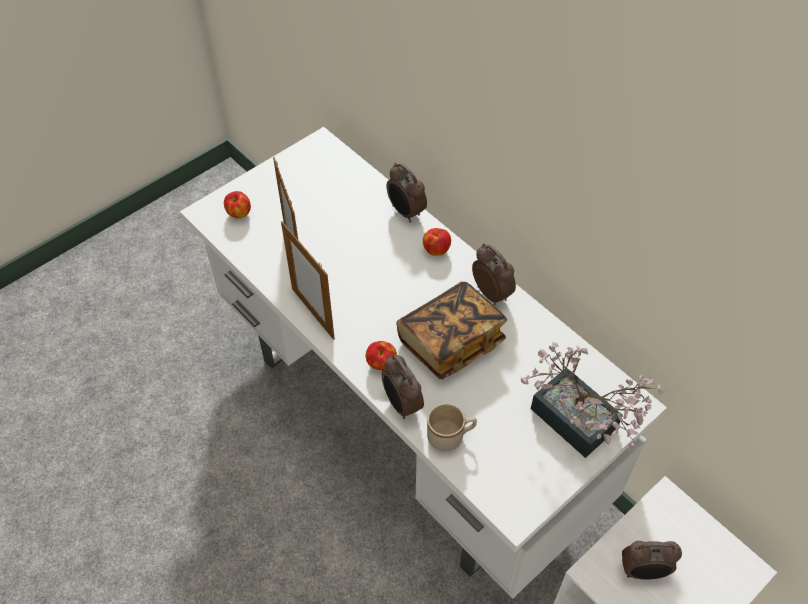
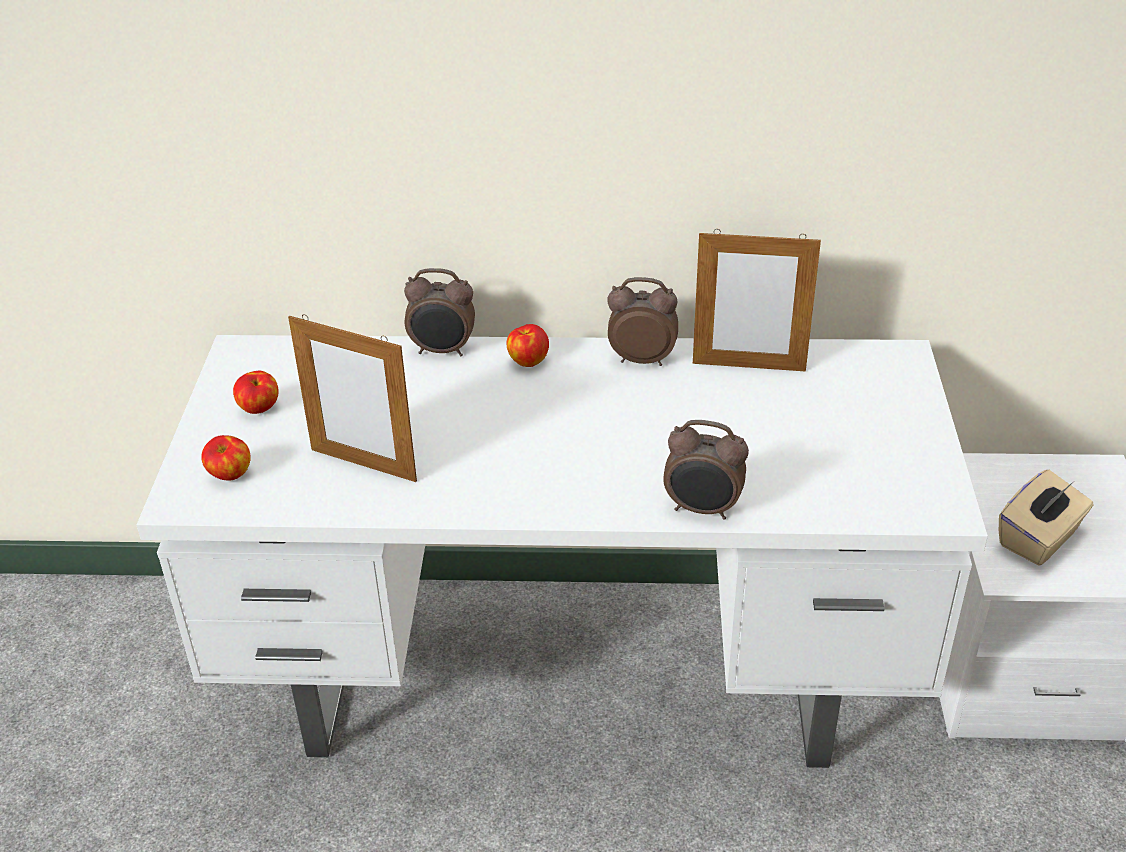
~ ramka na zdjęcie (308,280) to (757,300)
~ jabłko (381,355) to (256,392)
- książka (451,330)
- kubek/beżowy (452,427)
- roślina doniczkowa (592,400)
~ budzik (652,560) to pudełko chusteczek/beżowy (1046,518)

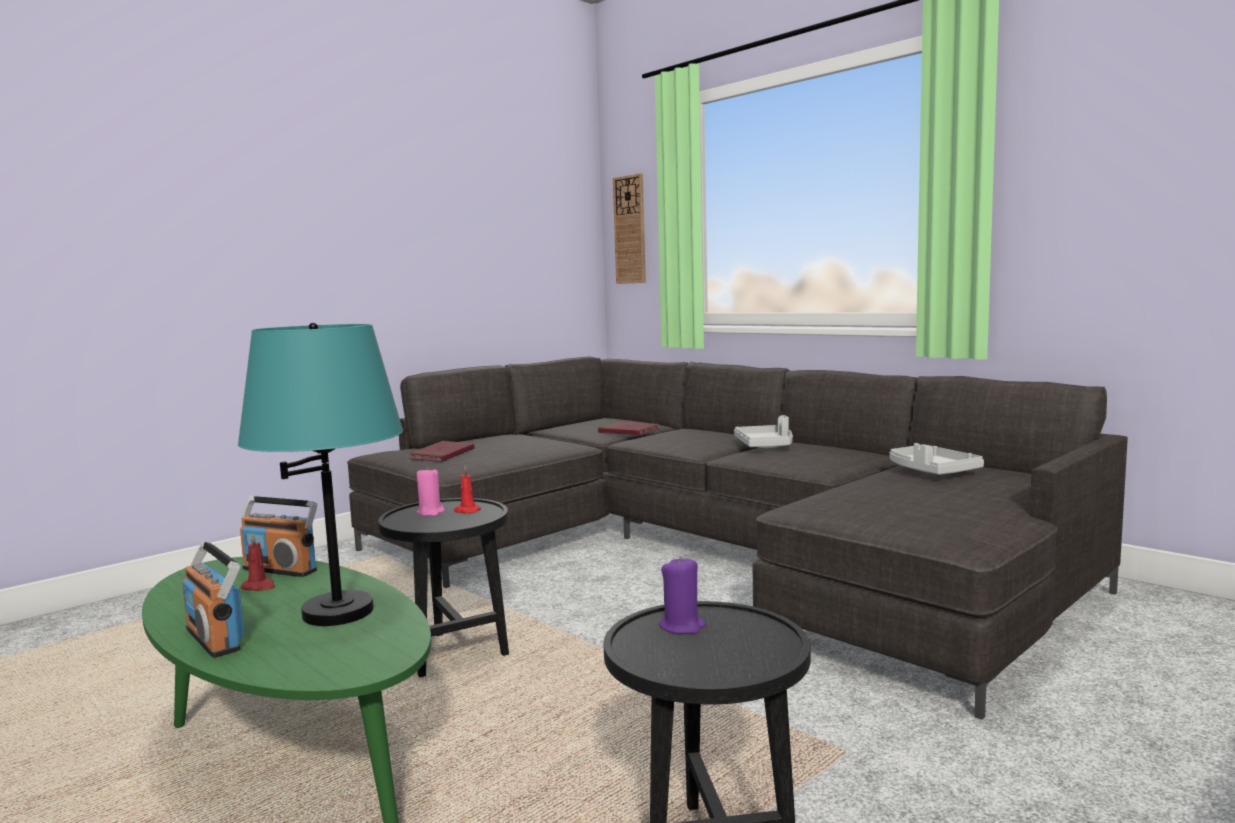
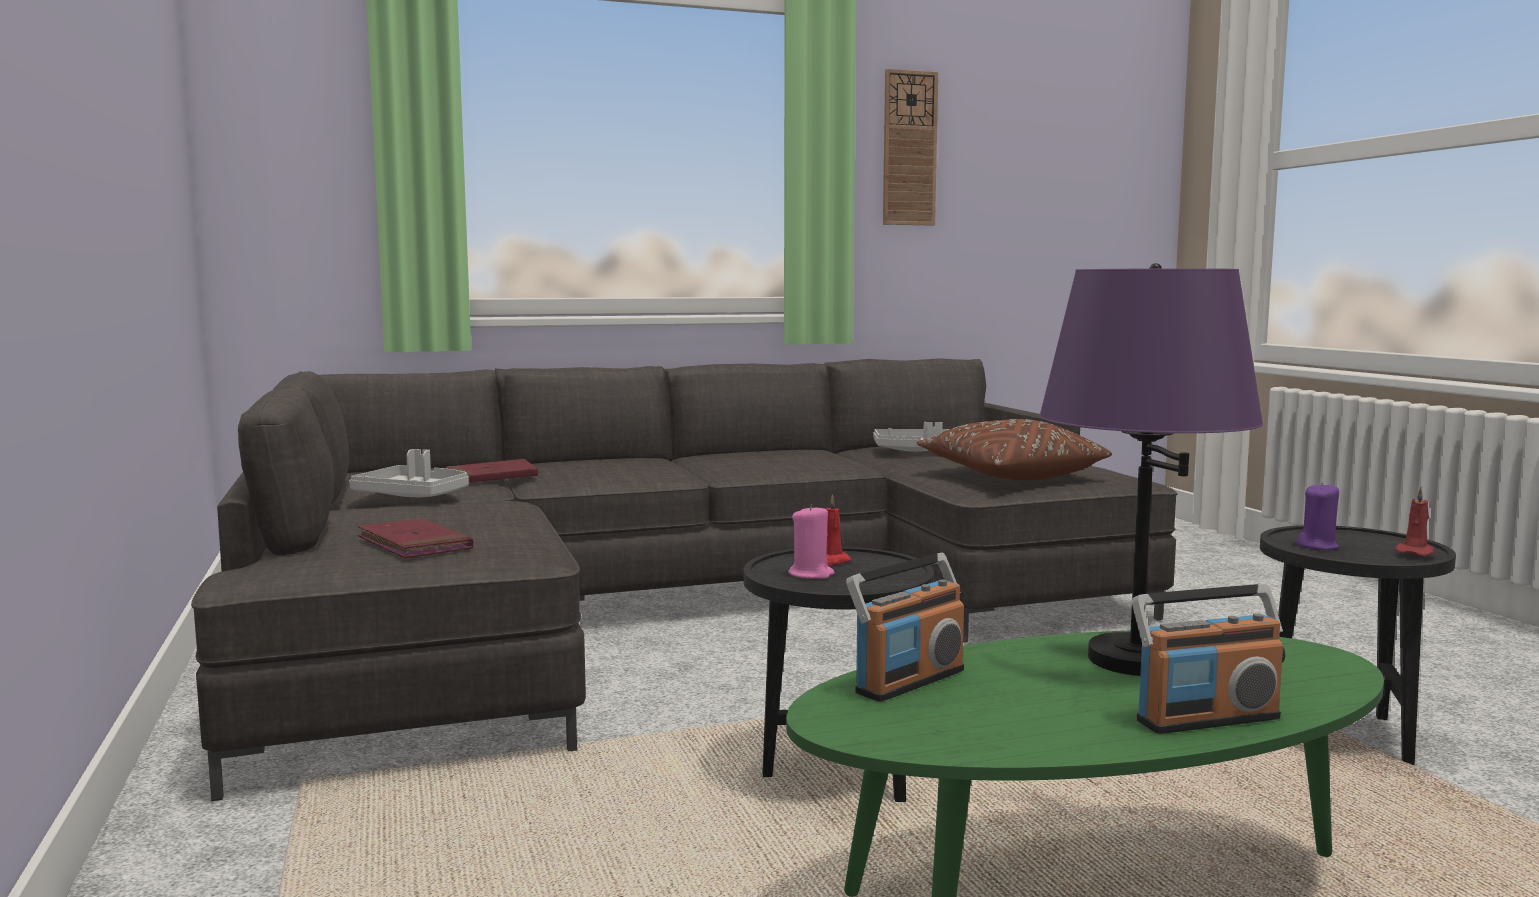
~ lampa stołowa/turkusowy (320,474) to lampa stołowa/fioletowy (1151,469)
~ świeca/czerwony (258,562) to (1415,521)
~ zegar ścienny (629,228) to (910,147)
~ taca/szary (763,431) to (409,473)
+ poduszka/brązowy (1014,450)

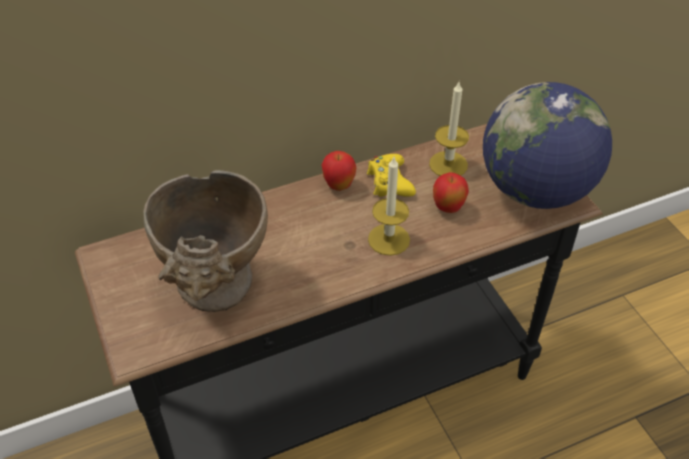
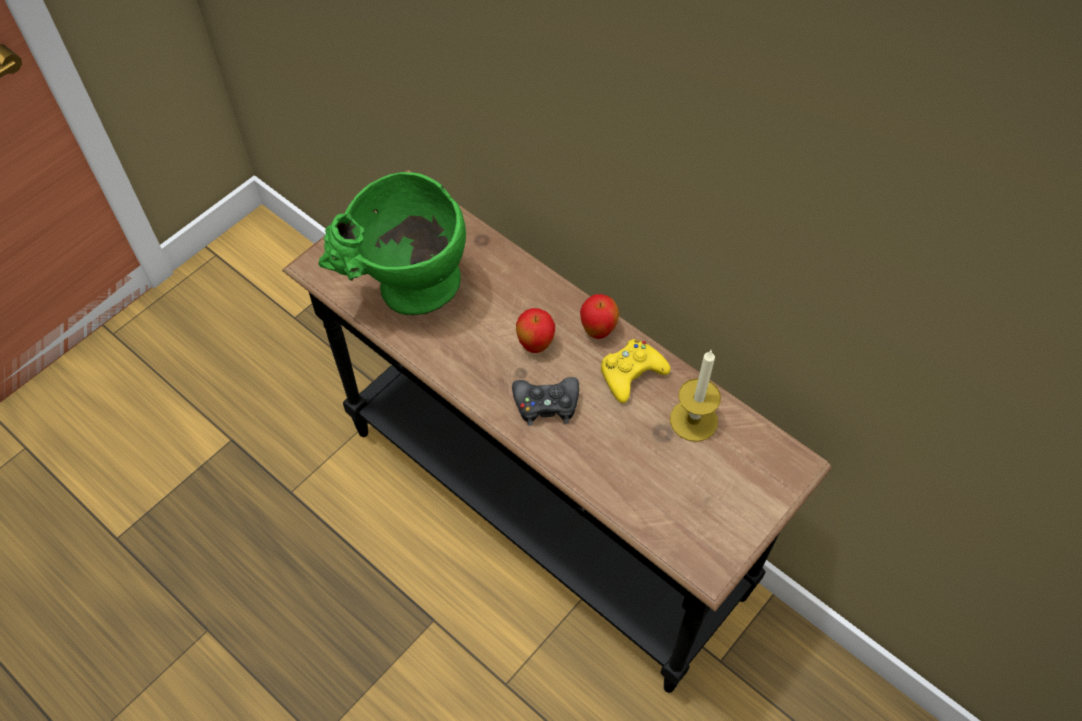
~ wazon/beżowy (205,241) to wazon/zielony (392,243)
~ świeca (389,206) to pad do gier/czarny (545,401)
~ jabłko (451,192) to (535,330)
- globus (547,145)

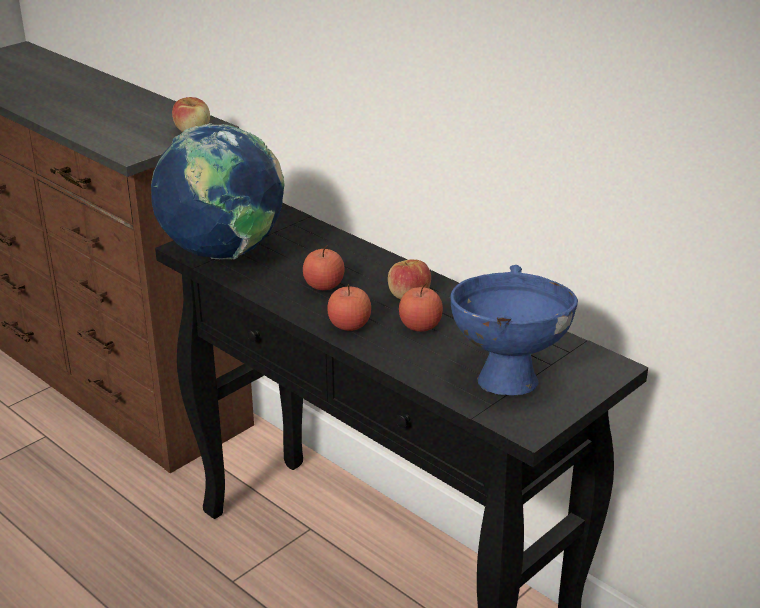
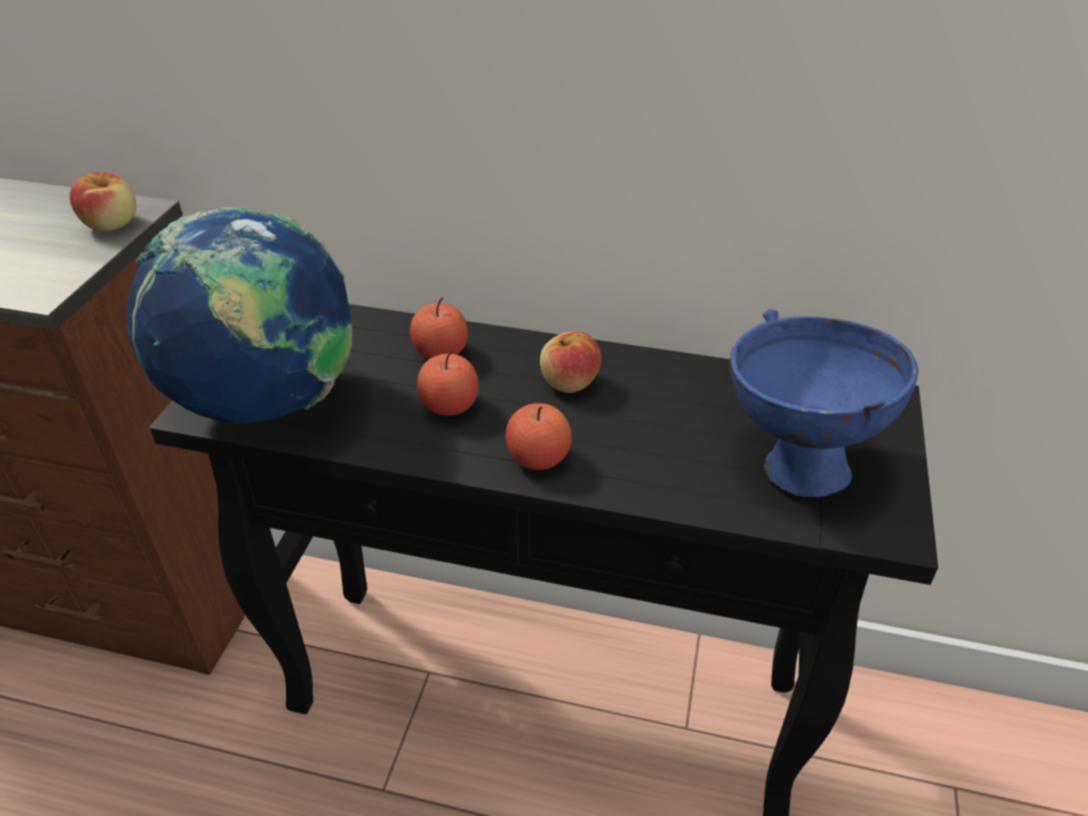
~ jabłko (421,307) to (439,328)

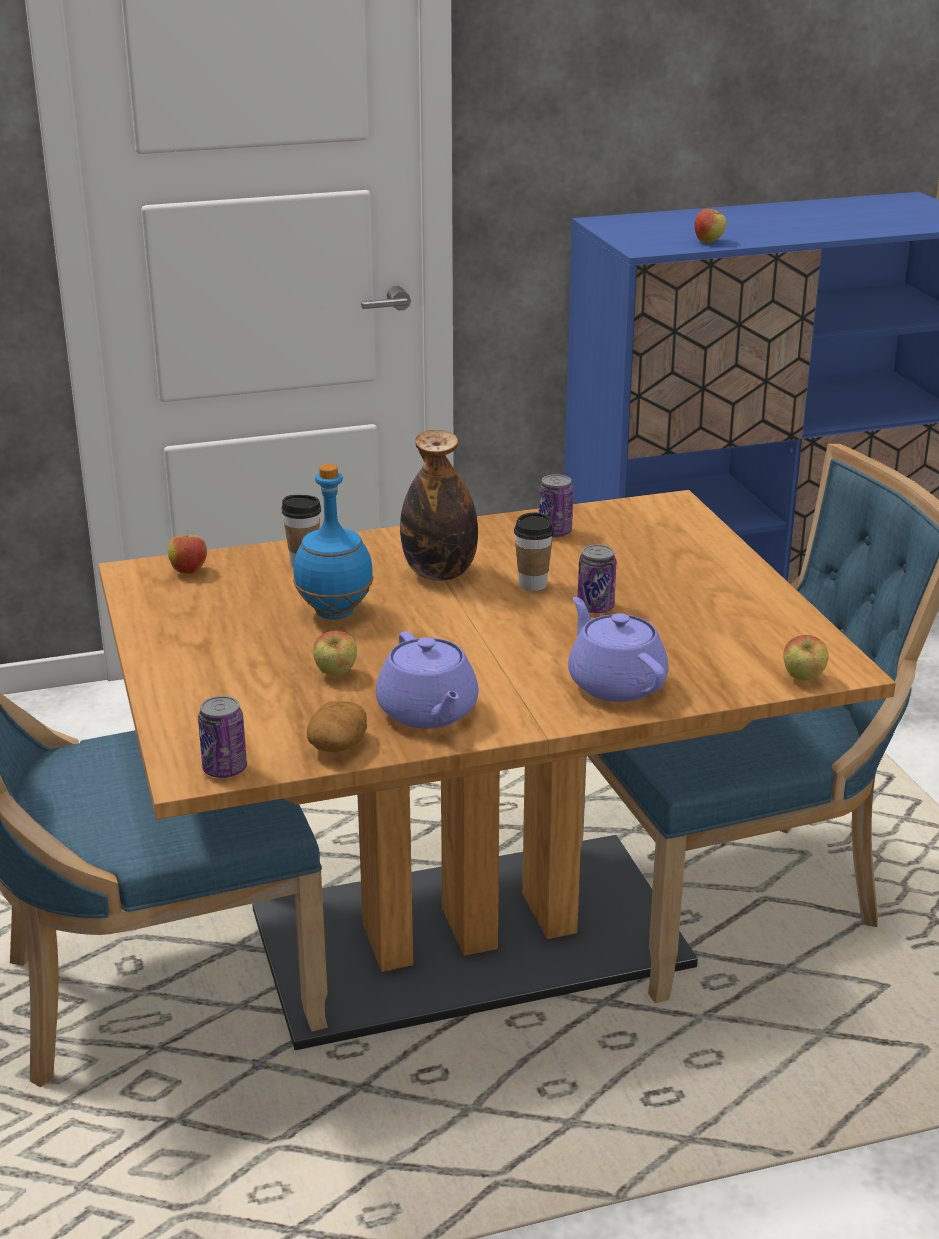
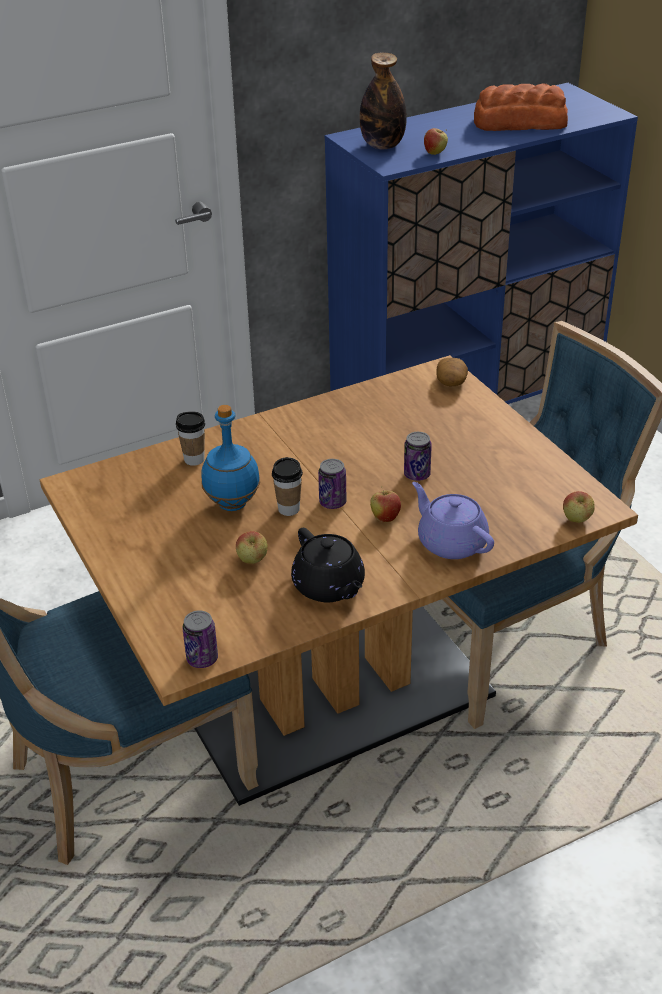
~ jabłko (187,552) to (385,504)
~ ziemniak (337,726) to (452,372)
~ imbryk/fioletowy (427,680) to imbryk/czarny (328,565)
~ butelka (439,505) to (383,101)
~ filiżanka (534,551) to (287,486)
~ puszka (556,506) to (332,484)
+ chleb (521,107)

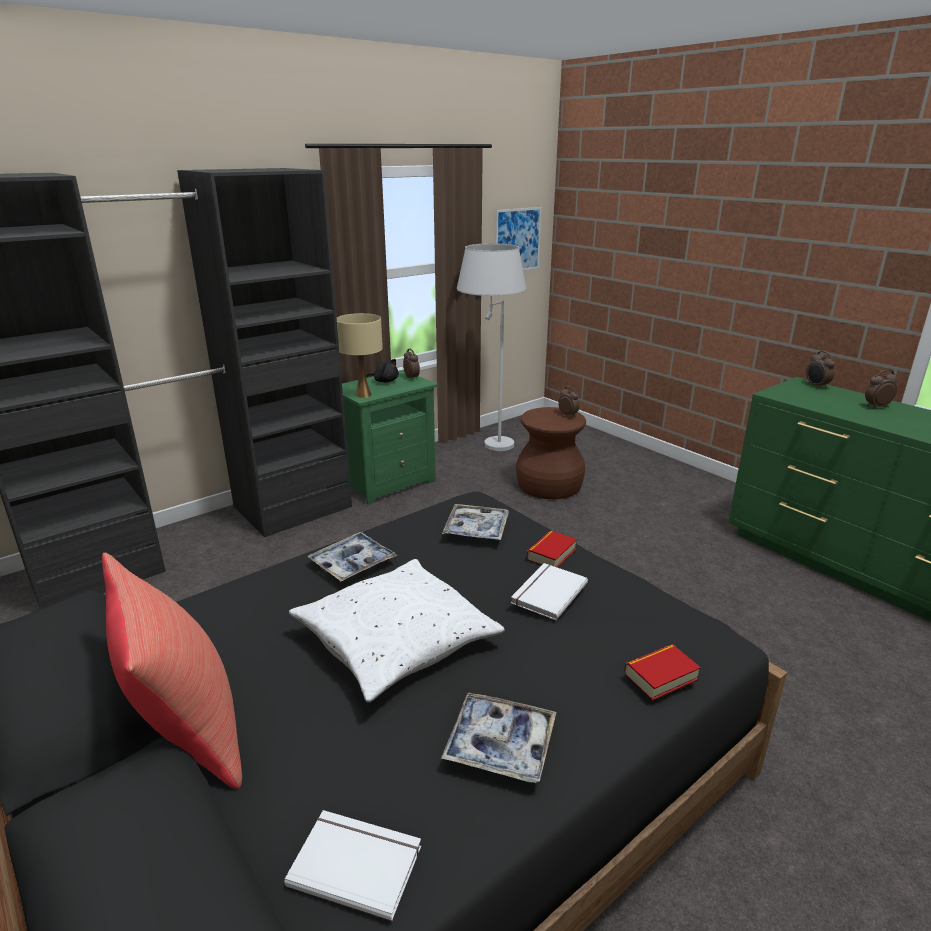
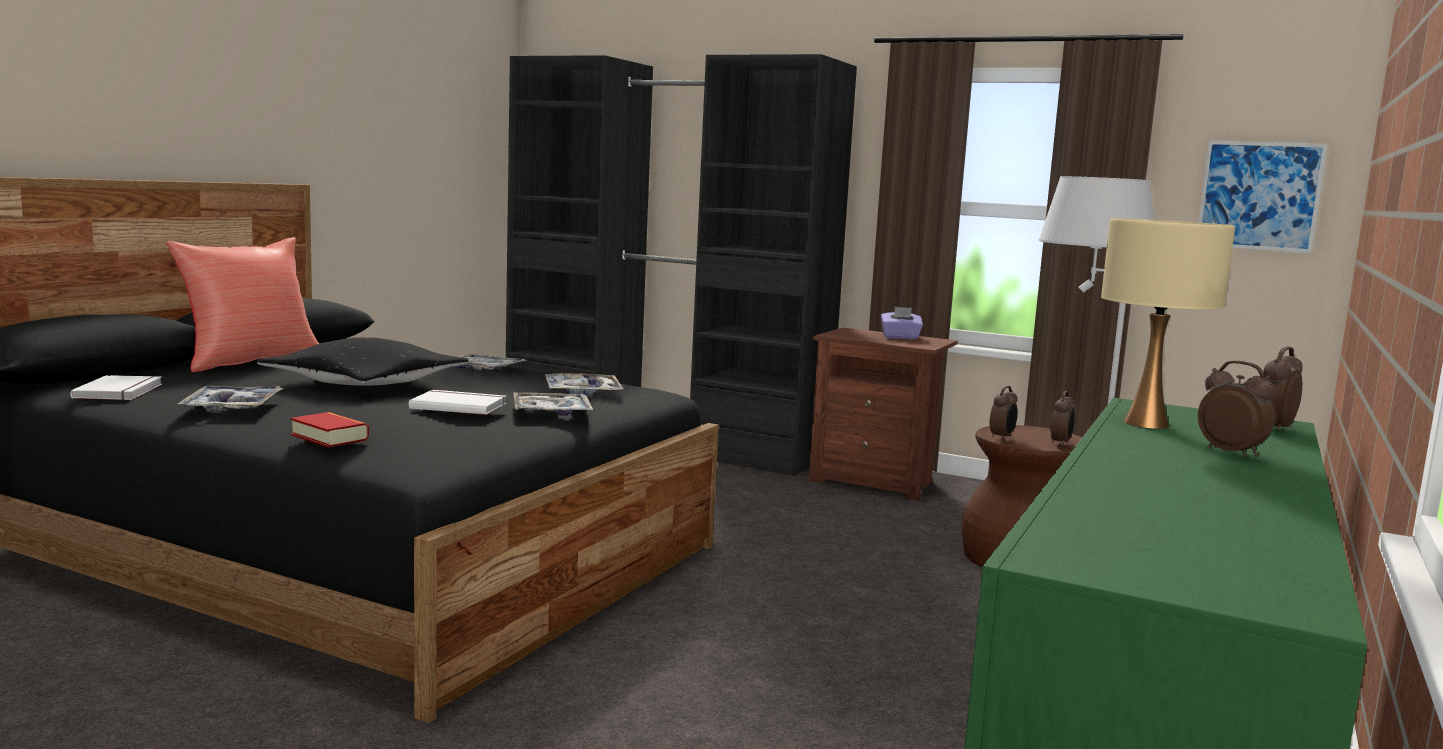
~ poduszka/biały (397,631) to poduszka/czarny (363,361)
~ lampa stołowa/beżowy (360,355) to (1168,323)
~ szafka nocna/zielony (390,437) to szafka nocna/brązowy (883,414)
~ pluszak/czarny (383,370) to pudełko chusteczek/fioletowy (902,323)
~ budzik (411,364) to (1004,413)
~ książka (552,549) to taca (553,404)

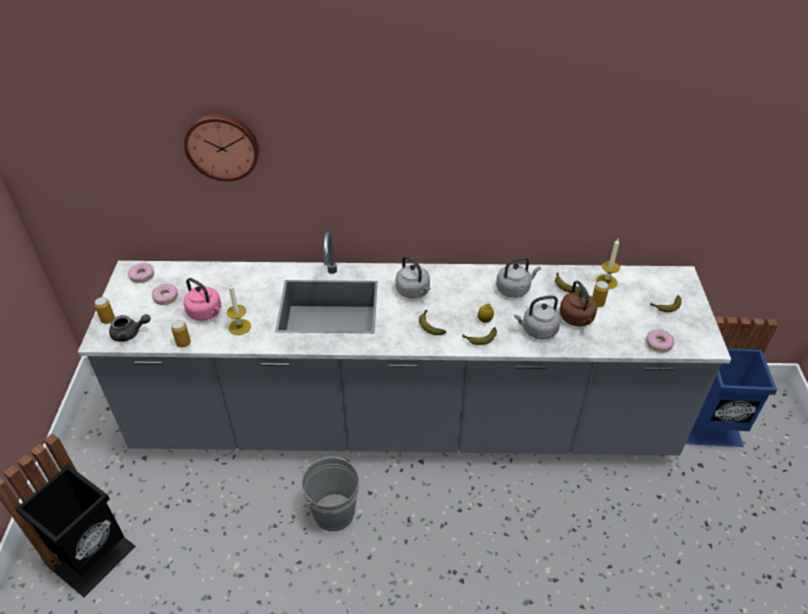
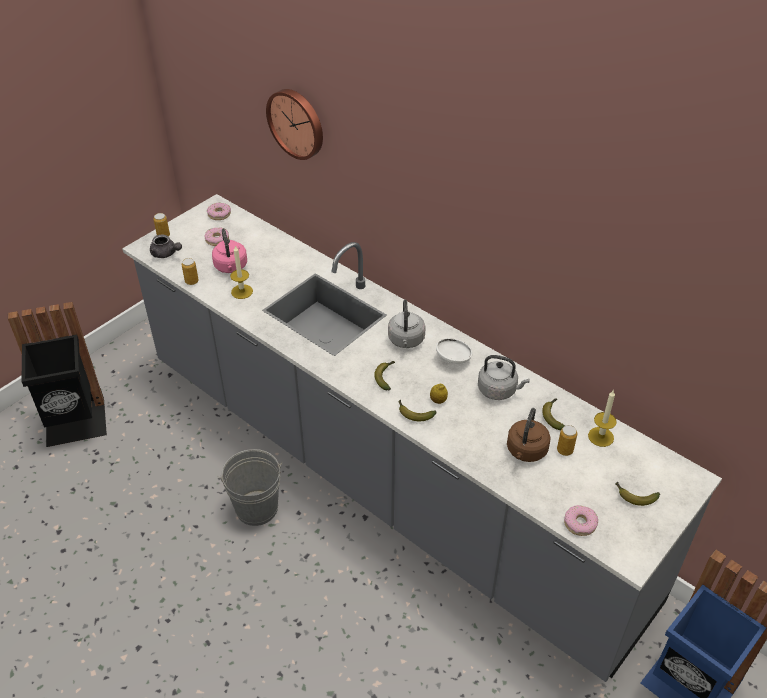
- czajnik/szary (537,317)
+ miska/biały (454,351)

